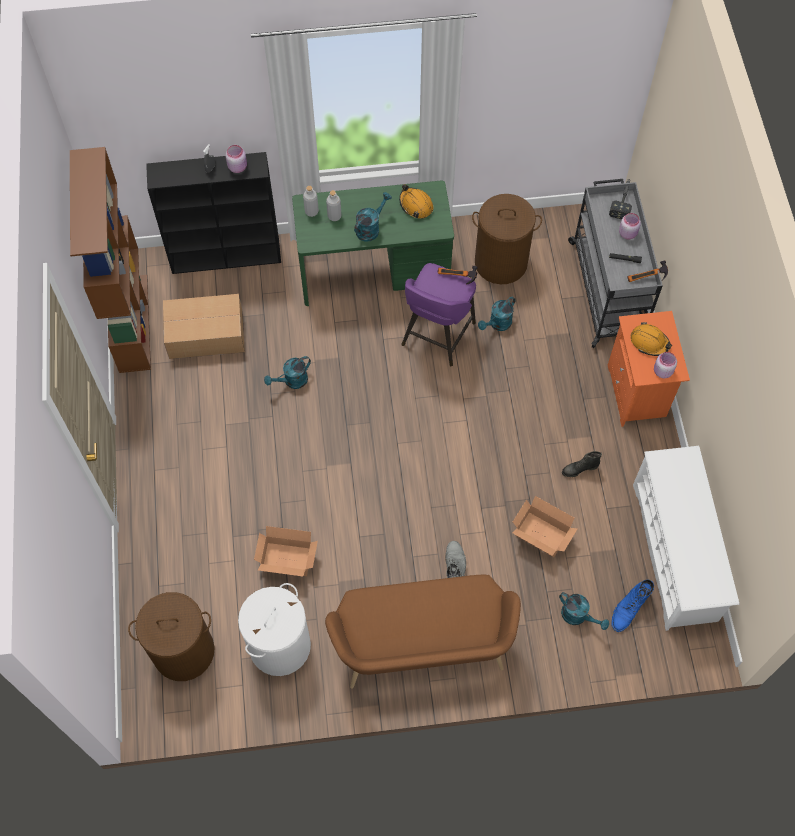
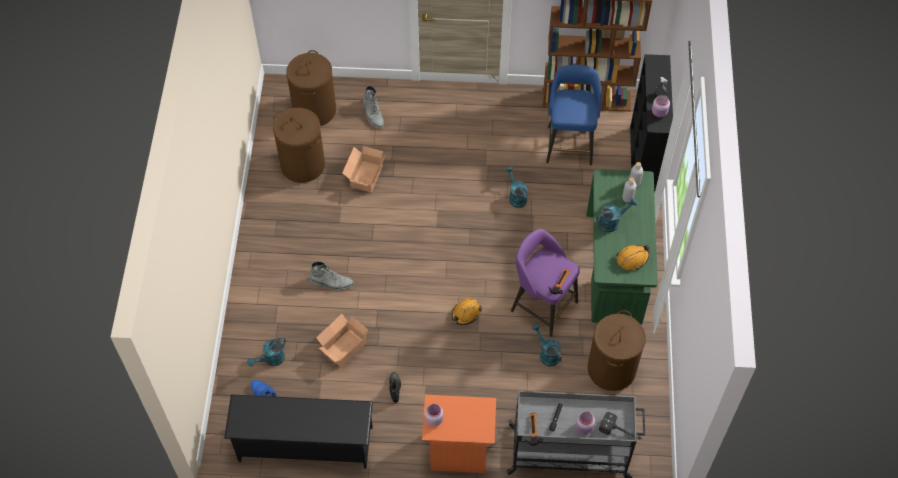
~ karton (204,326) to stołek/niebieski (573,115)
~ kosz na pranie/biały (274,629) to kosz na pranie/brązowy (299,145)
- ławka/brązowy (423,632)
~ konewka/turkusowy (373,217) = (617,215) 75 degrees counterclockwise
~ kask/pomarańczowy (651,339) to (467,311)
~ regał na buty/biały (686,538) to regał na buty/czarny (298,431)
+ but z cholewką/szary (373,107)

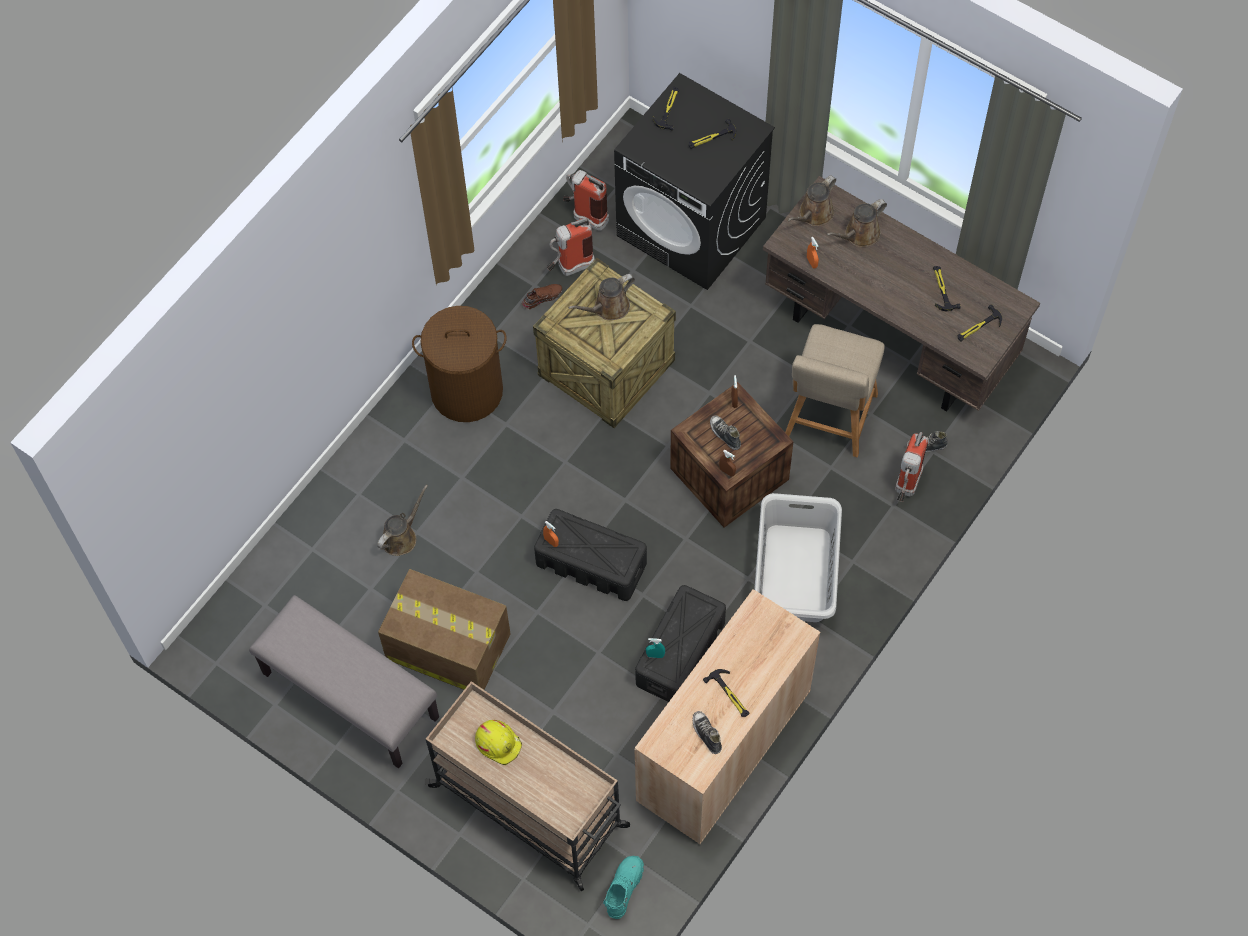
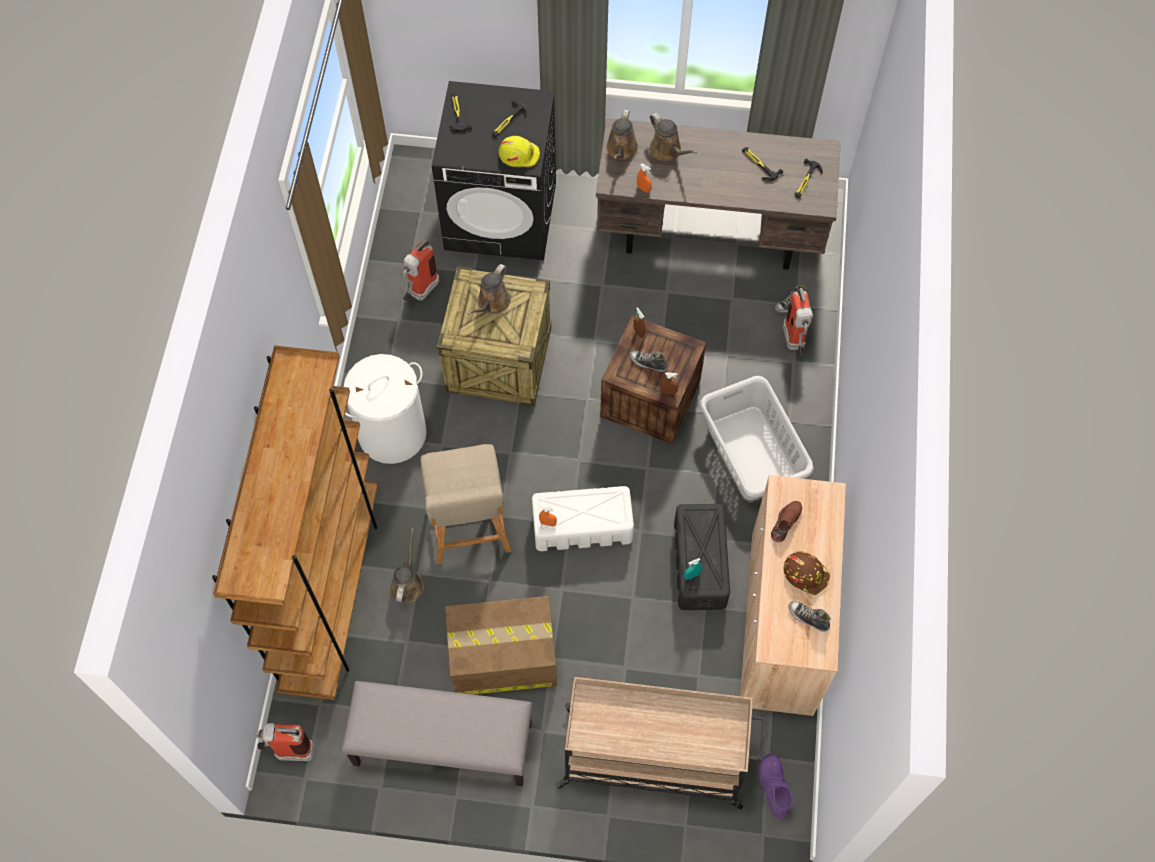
~ kosz na pranie/brązowy (459,364) to kosz na pranie/biały (385,409)
~ kask/żółty (498,742) to (519,152)
~ but/brązowy (542,296) to (786,521)
~ pojemnik do przechowywania/czarny (590,555) to pojemnik do przechowywania/biały (583,518)
~ gaśnica (586,200) to (284,742)
~ but z cholewką/turkusowy (623,887) to but z cholewką/fioletowy (775,786)
~ młotek (726,693) to kask/brązowy (807,573)
~ krzesło/beżowy (835,390) to (466,504)
~ konewka/brązowy (856,223) = (673,137) 60 degrees counterclockwise
+ regał/brązowy (295,522)

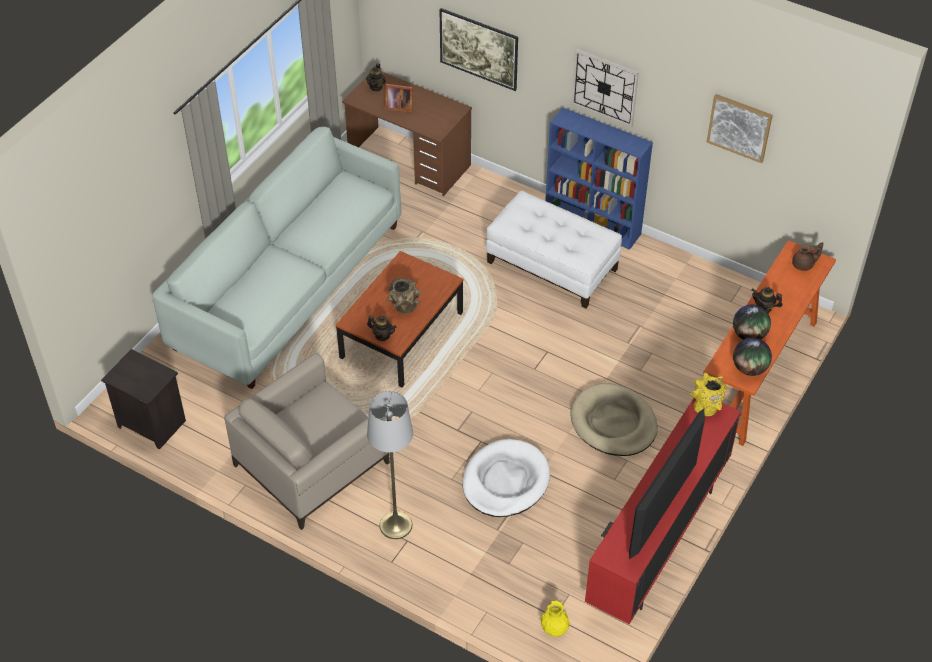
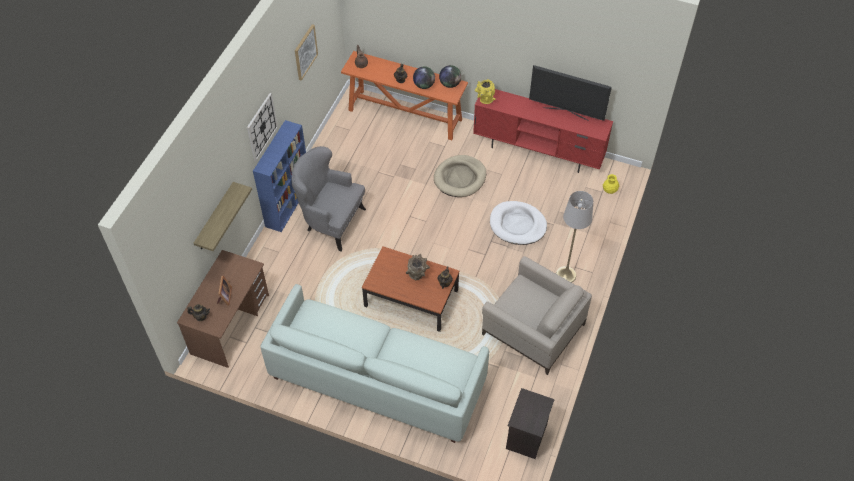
~ obraz (478,49) to półka (223,216)
~ pufa/biały (554,250) to fotel/szary (328,198)

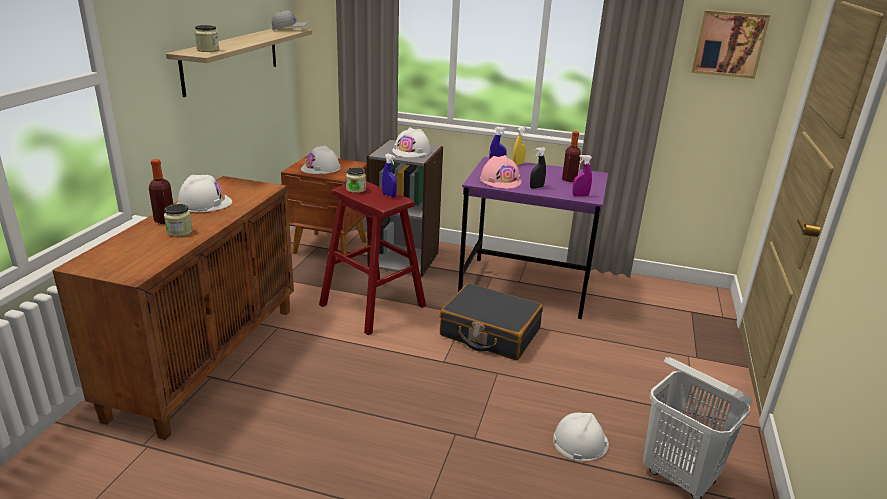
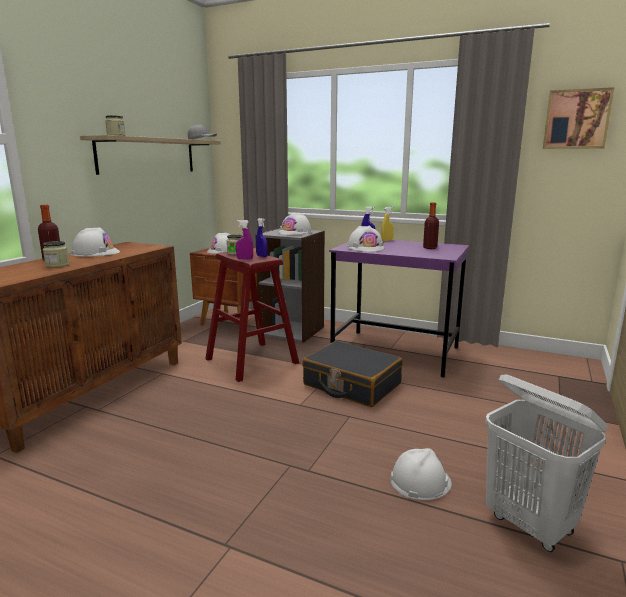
~ kask/różowy (501,172) to kask/biały (365,239)
- spryskiwacz/czarny (538,168)
~ spryskiwacz/fioletowy (582,176) to (244,240)

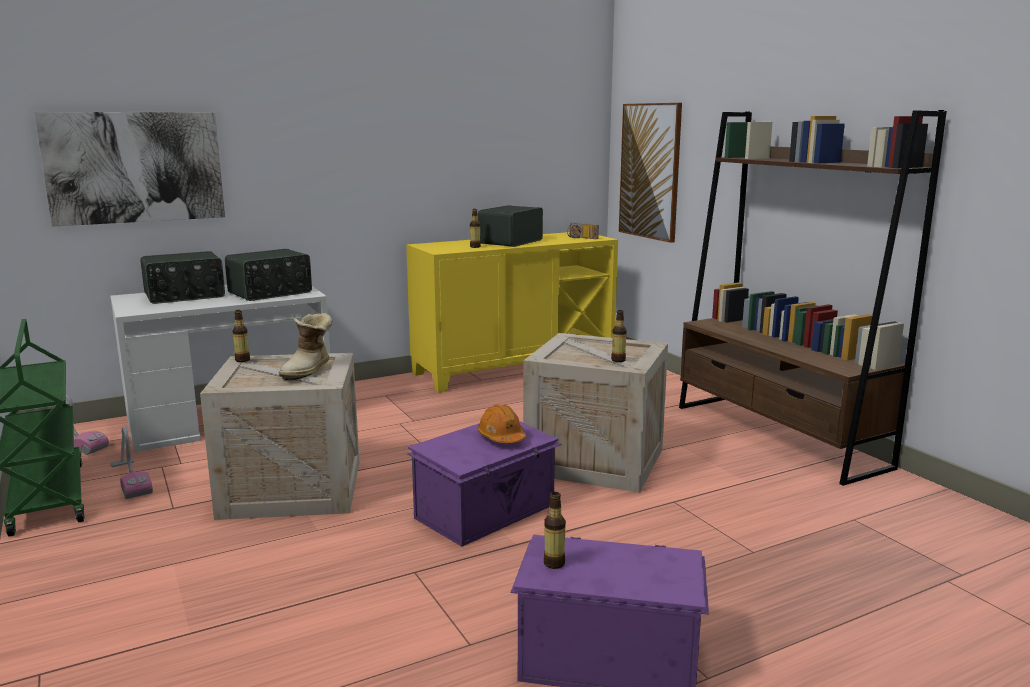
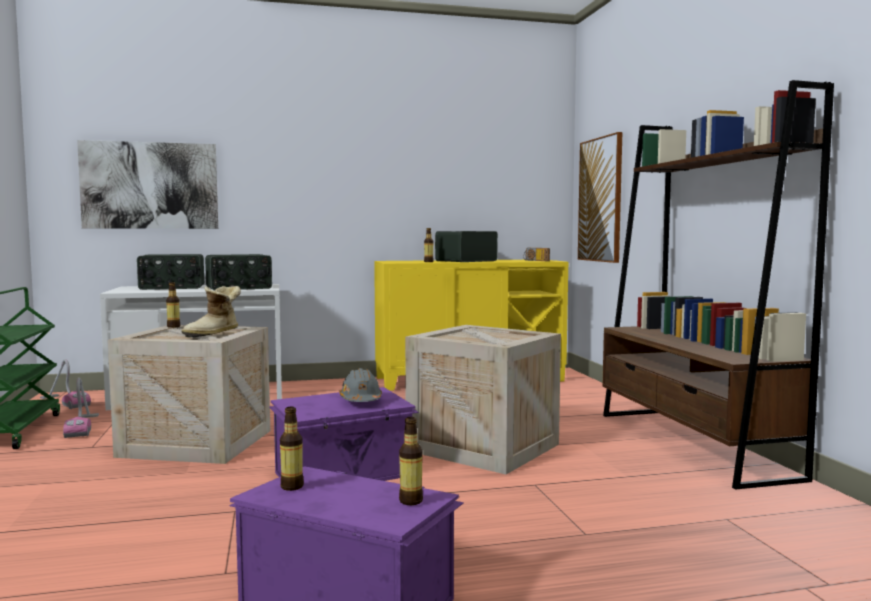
~ kask/pomarańczowy (501,423) to kask/szary (361,385)
~ butelka (619,336) to (411,461)

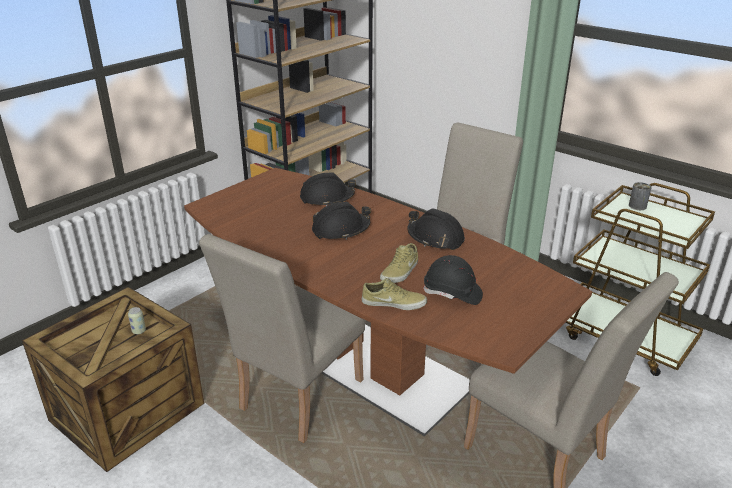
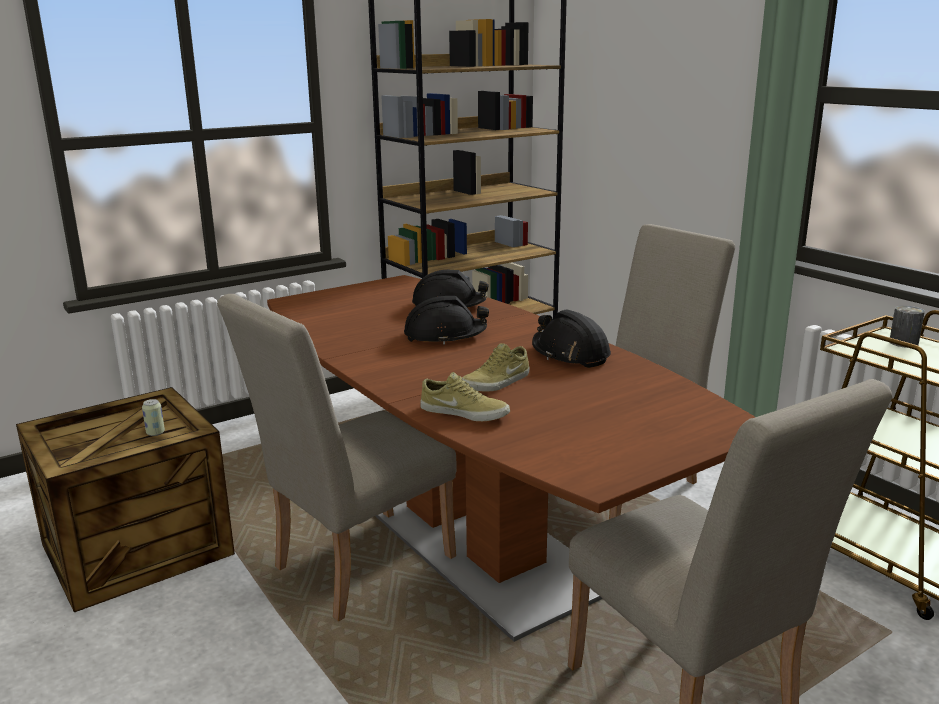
- kask/czarny (453,280)

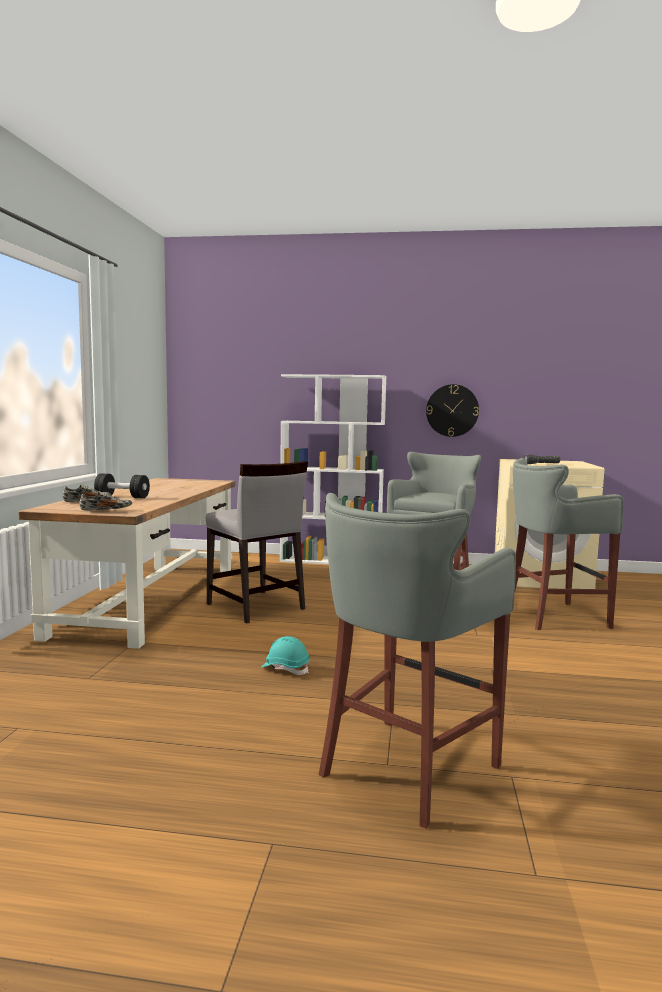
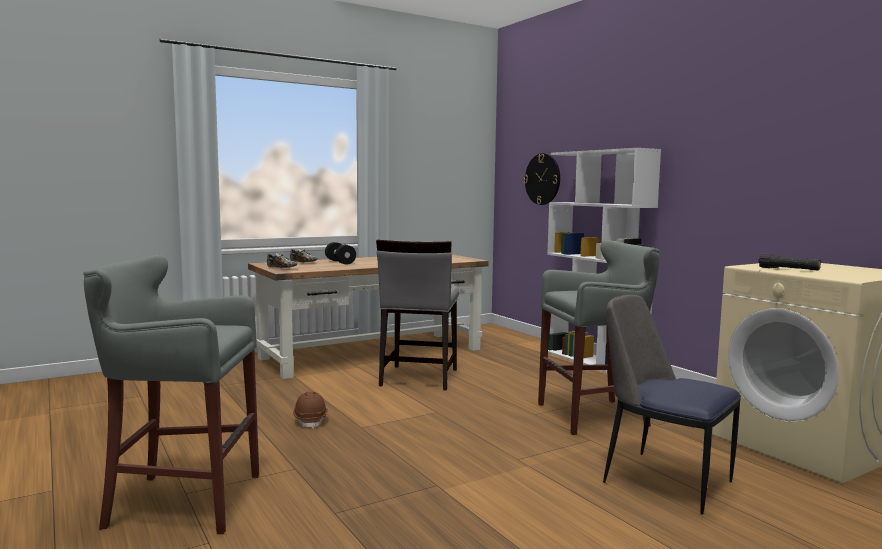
~ kask/turkusowy (286,655) to kask/brązowy (310,410)
~ zegar ścienny (452,410) to (542,179)
~ stołek/szary (568,544) to krzesło (672,404)

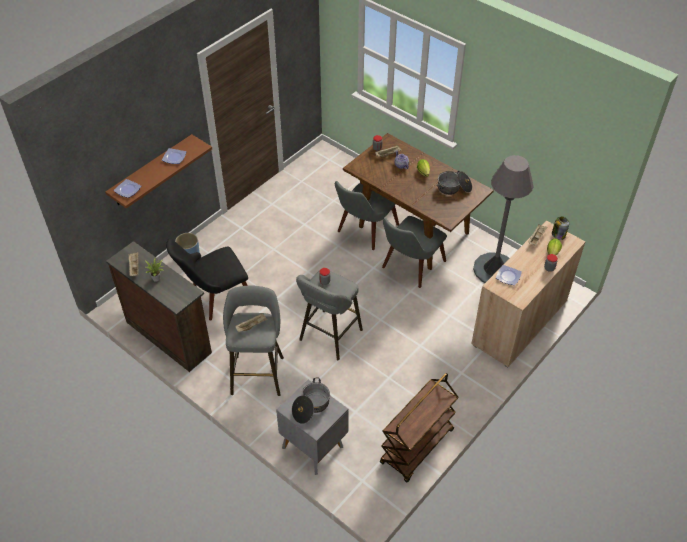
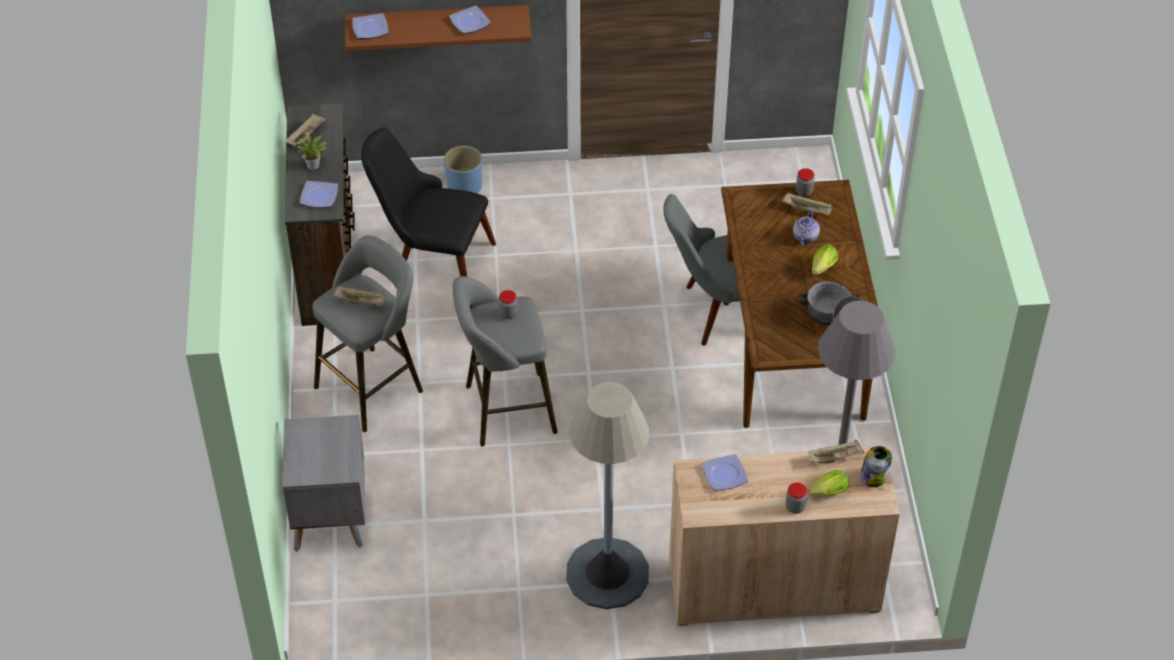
- garnek (311,400)
- wózek/brązowy (419,428)
- krzesło/szary (414,252)
+ talerz (319,194)
+ lampa stojąca/szary (607,495)

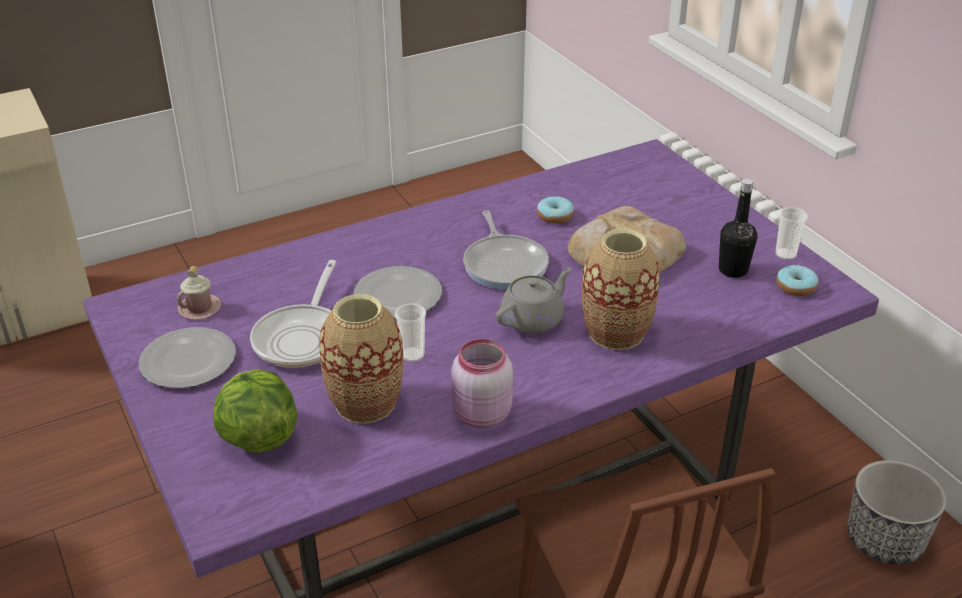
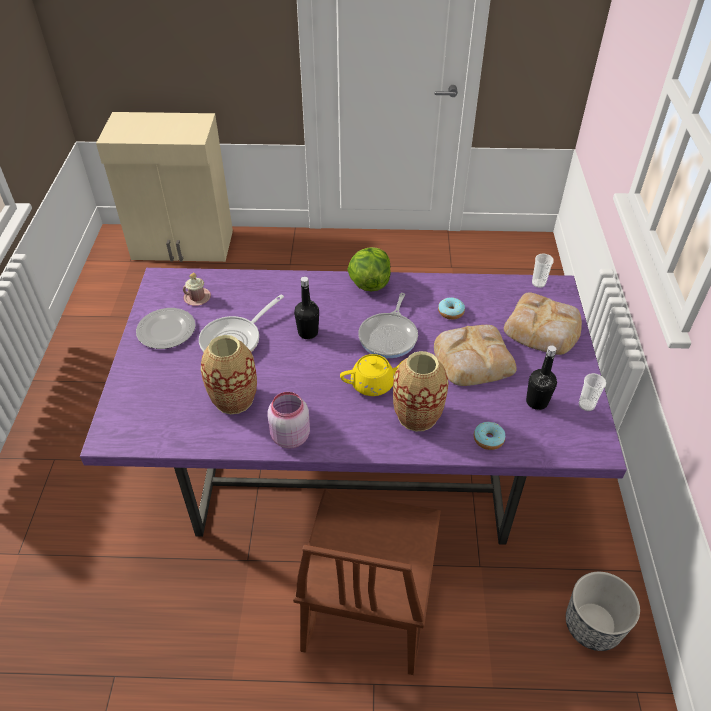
~ sałata (255,411) to (369,269)
~ talerz (398,292) to butelka/czarny (306,307)
~ filiżanka (410,332) to (543,271)
~ imbryk/szary (534,300) to imbryk/żółty (371,375)
~ donut (797,280) to (489,436)
+ chleb (543,323)

